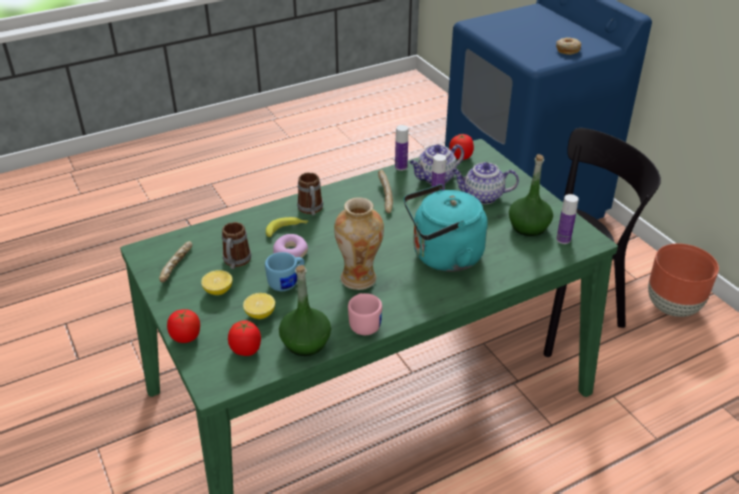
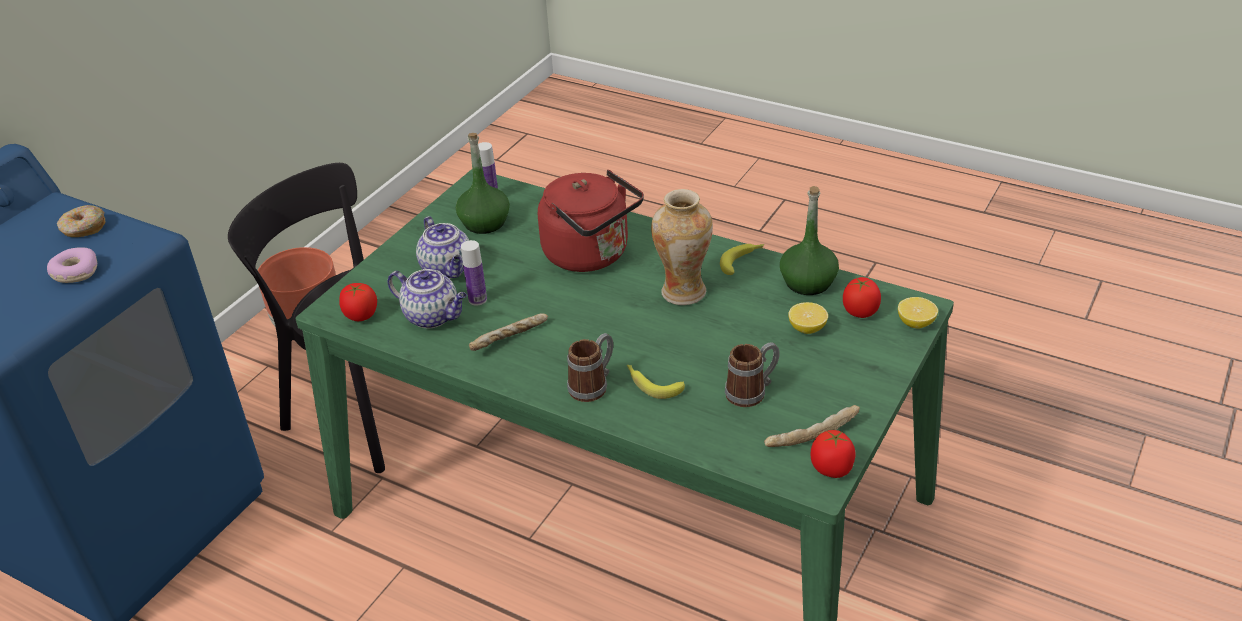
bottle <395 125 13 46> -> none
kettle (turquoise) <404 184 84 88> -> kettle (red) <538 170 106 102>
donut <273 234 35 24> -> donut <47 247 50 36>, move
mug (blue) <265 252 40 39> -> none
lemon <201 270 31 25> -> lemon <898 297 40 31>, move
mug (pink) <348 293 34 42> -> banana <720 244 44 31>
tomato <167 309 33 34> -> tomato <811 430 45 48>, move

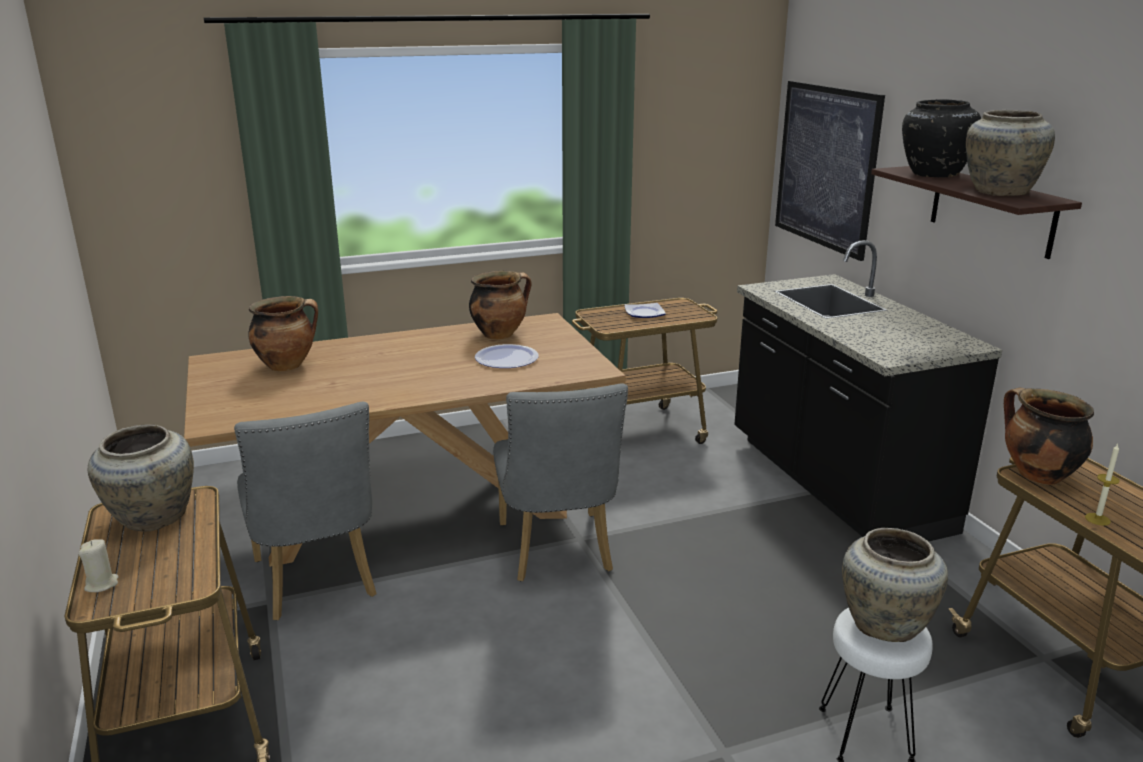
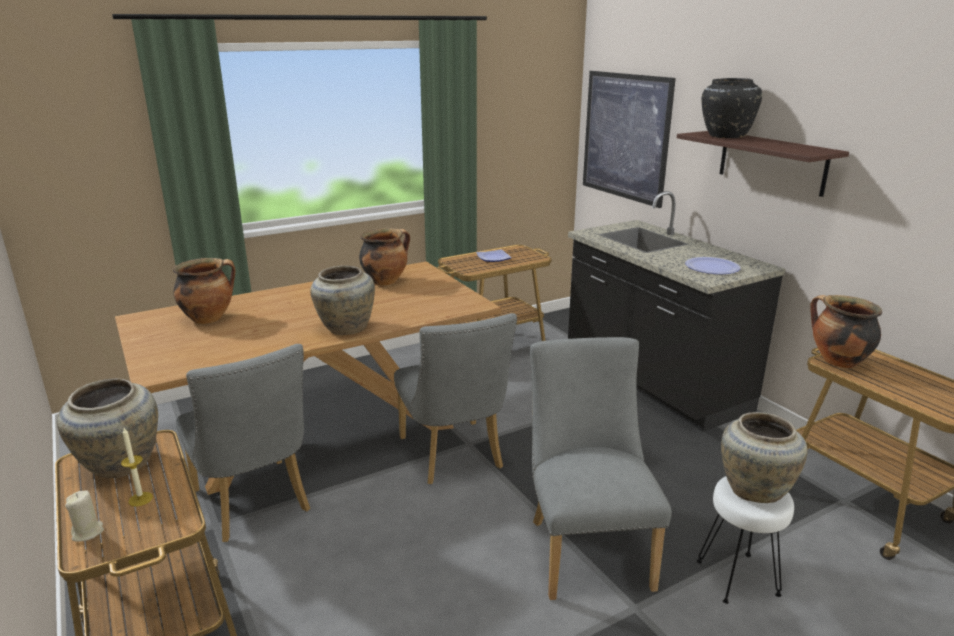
vase (beige) <966 110 89 86> -> vase (beige) <310 265 65 70>, move
plate <475 344 64 24> -> plate <685 257 55 17>, move
candle <1085 444 35 82> -> candle <121 428 32 79>, move
none -> chair (grey) <530 337 142 263>

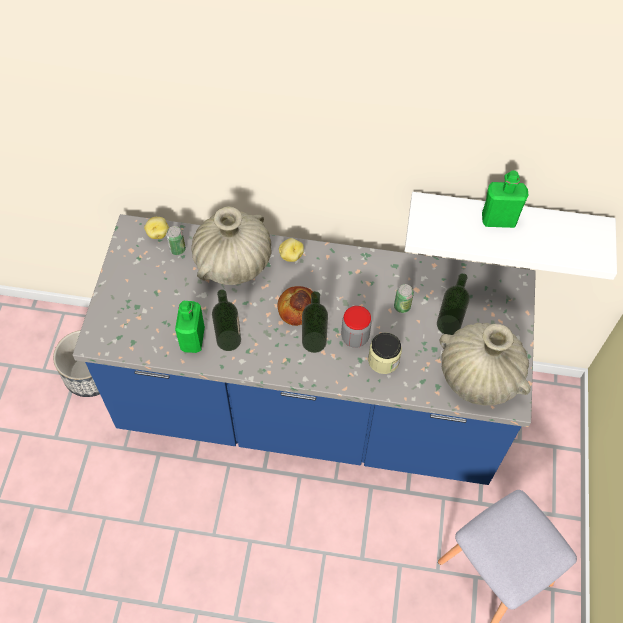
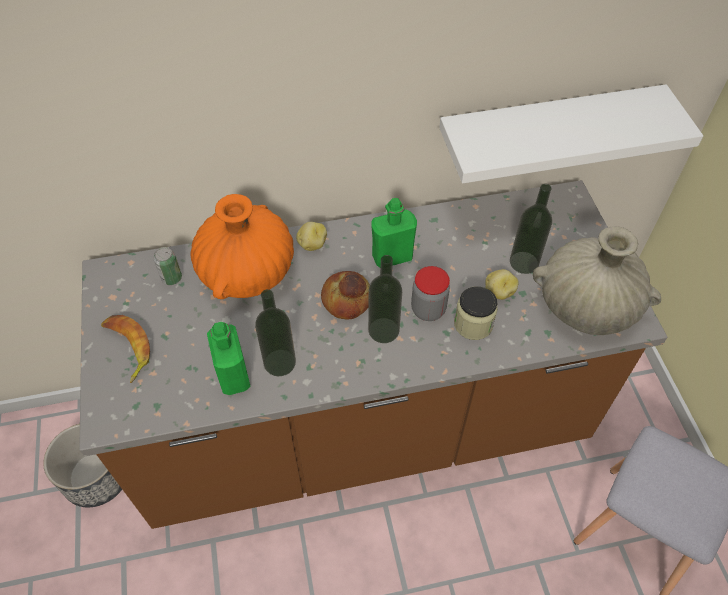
bottle (green) <482 171 46 57> -> bottle (green) <371 198 46 70>, move
vase (beige) <191 206 81 79> -> vase (orange) <191 194 103 105>
counter (blue) <73 214 463 271> -> counter (brown) <79 180 588 349>
potato <144 217 25 22> -> potato <485 269 34 31>, move
can <394 284 20 29> -> none
none -> banana <101 315 49 68>

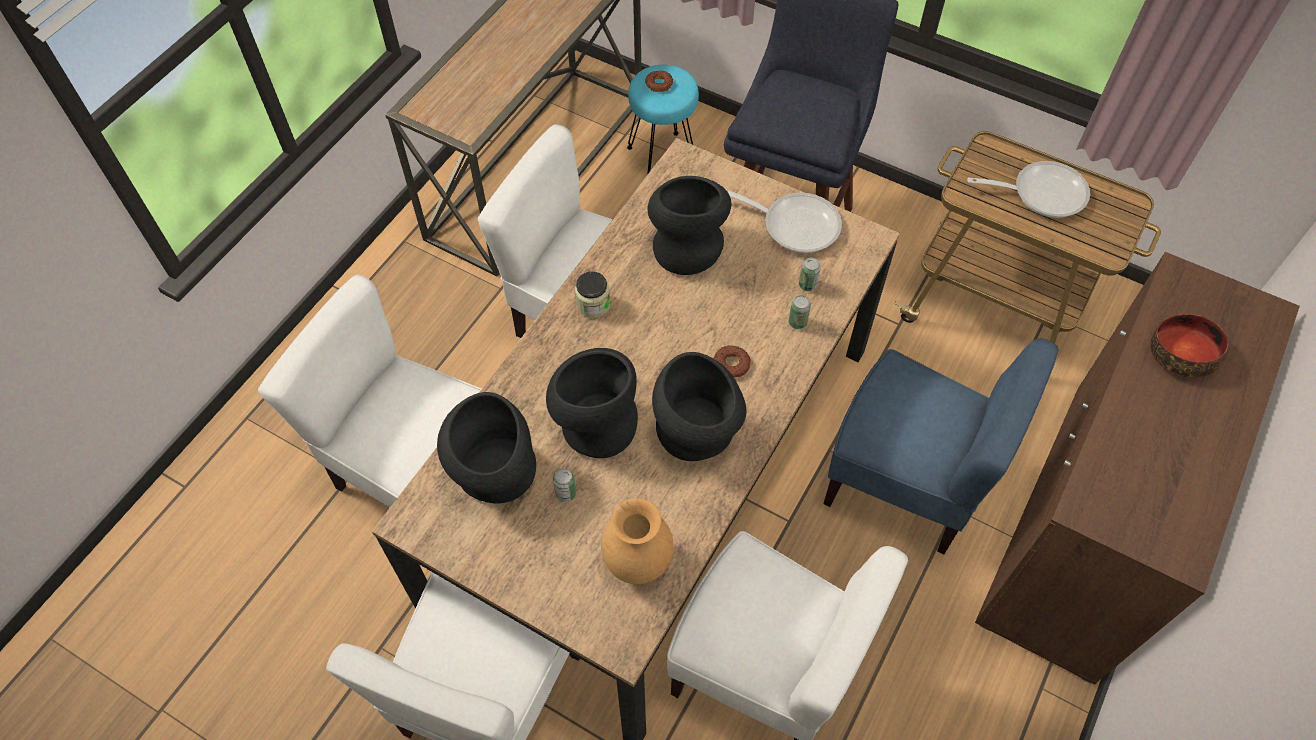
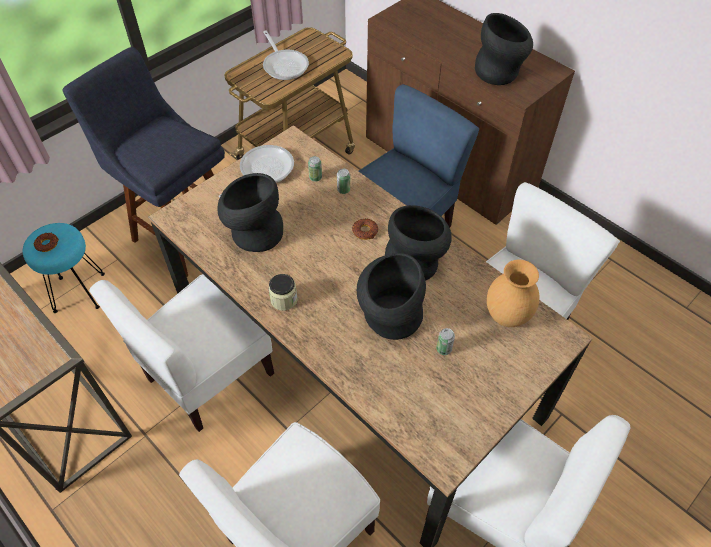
frying pan <967 161 123 57> -> frying pan <263 30 46 50>, 135 degrees clockwise
bowl <1150 314 78 64> -> none
vase (black) <437 392 99 112> -> vase (black) <475 13 58 72>, move

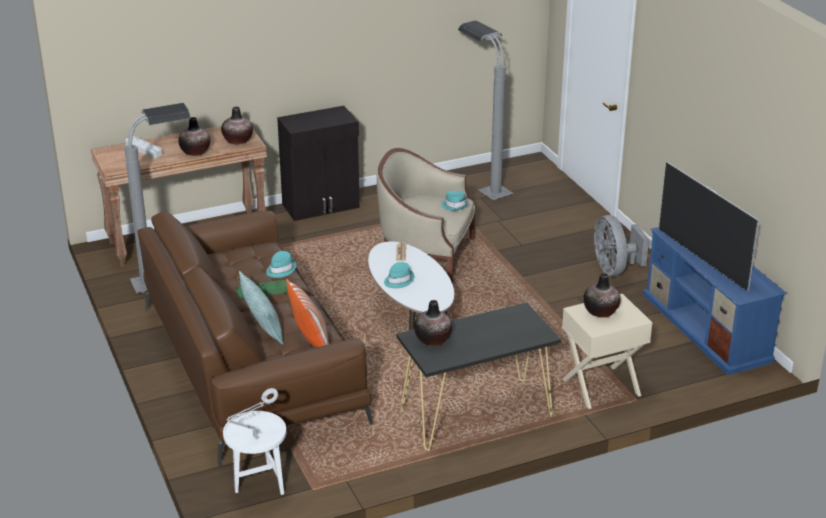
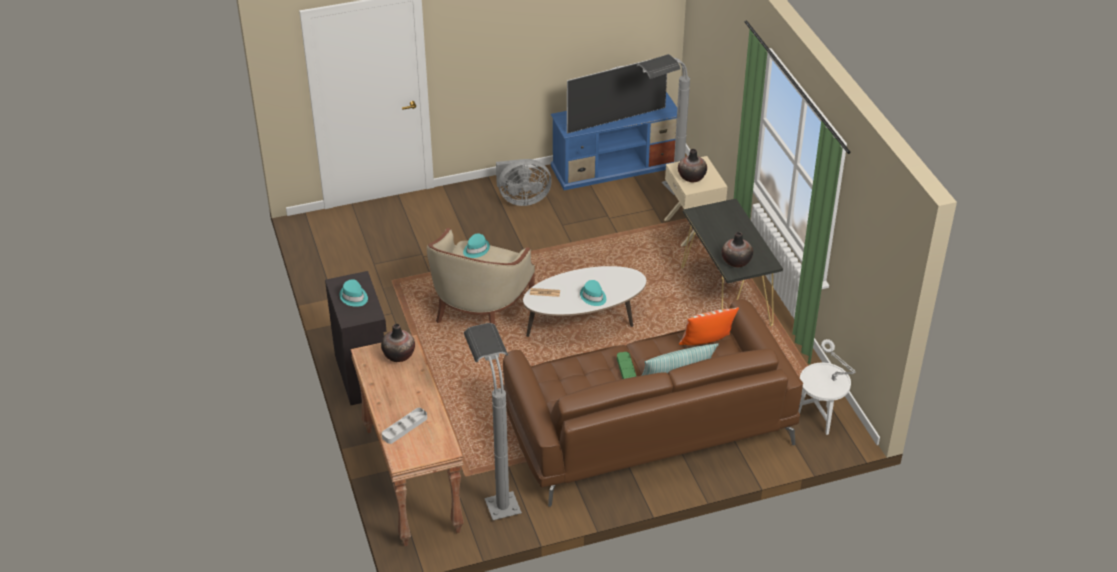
floor lamp (grey) <458 20 55 180> -> floor lamp (grey) <636 54 54 141>, move
vase <178 117 32 39> -> none
hat (turquoise) <266 251 30 27> -> hat (turquoise) <339 279 29 28>, move

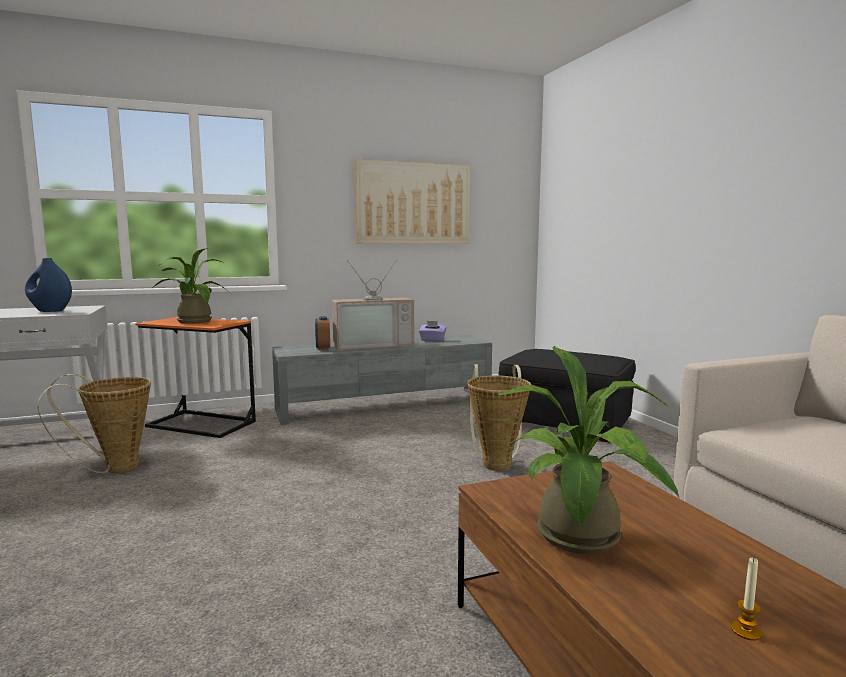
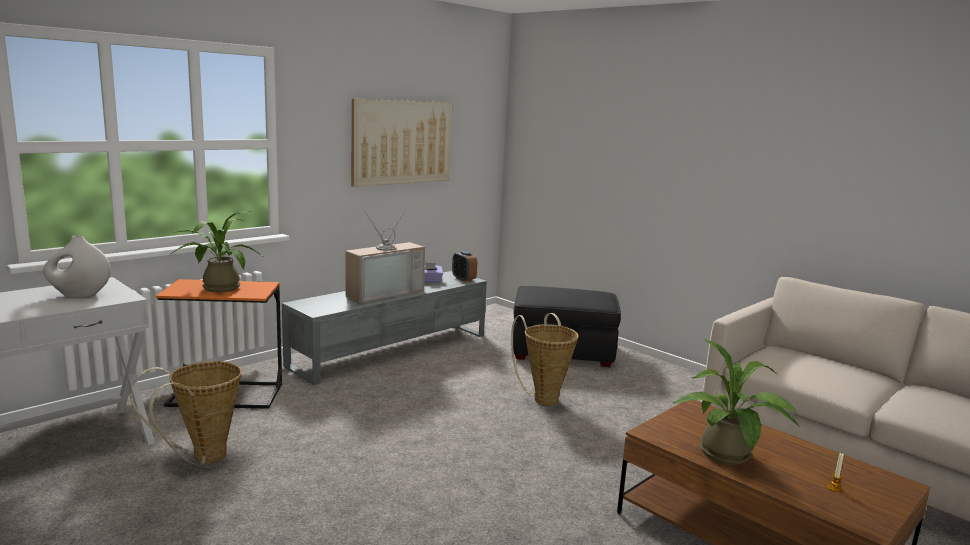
vase (blue) <25 258 47 54> -> vase (white) <43 236 68 62>
alarm clock <315 316 15 34> -> alarm clock <452 251 25 31>, move

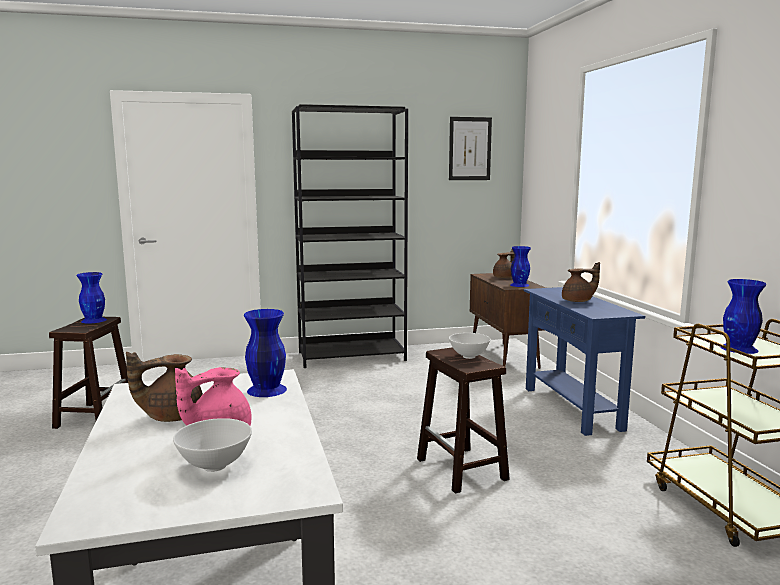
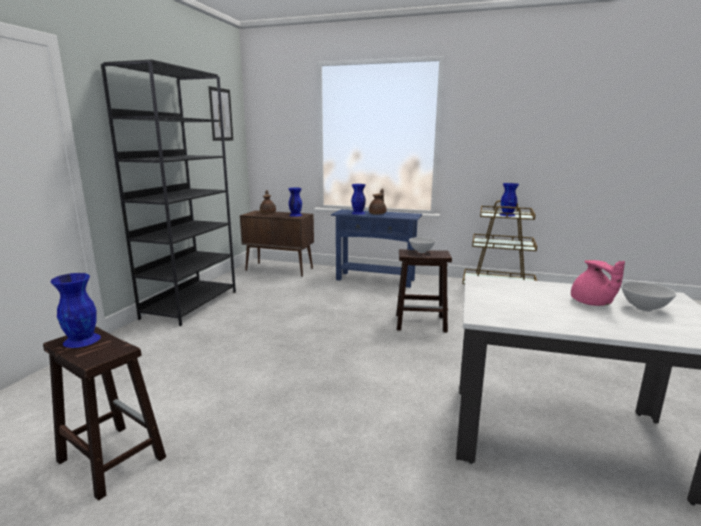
vase (blue) <244 309 43 88> -> vase (blue) <351 184 15 31>, move
teapot (brown) <126 352 77 70> -> none

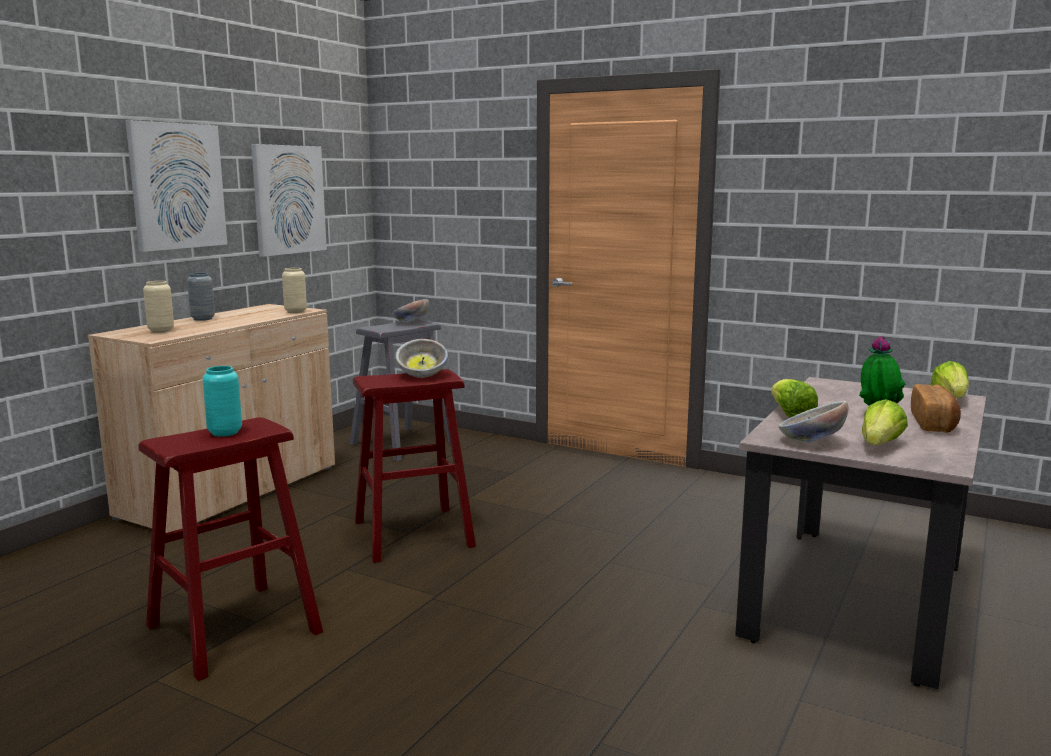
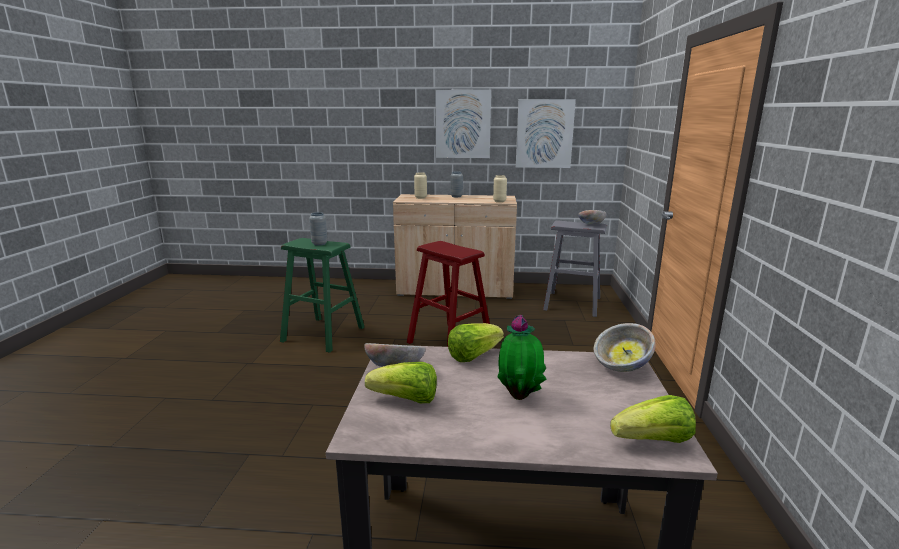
bowl <395 339 53 39> -> bowl <593 323 63 49>, move
vase (turquoise) <202 366 40 71> -> vase (grey) <309 212 19 34>
bread <911 384 50 49> -> none
stool (red) <138 417 185 264> -> stool (green) <280 238 84 115>

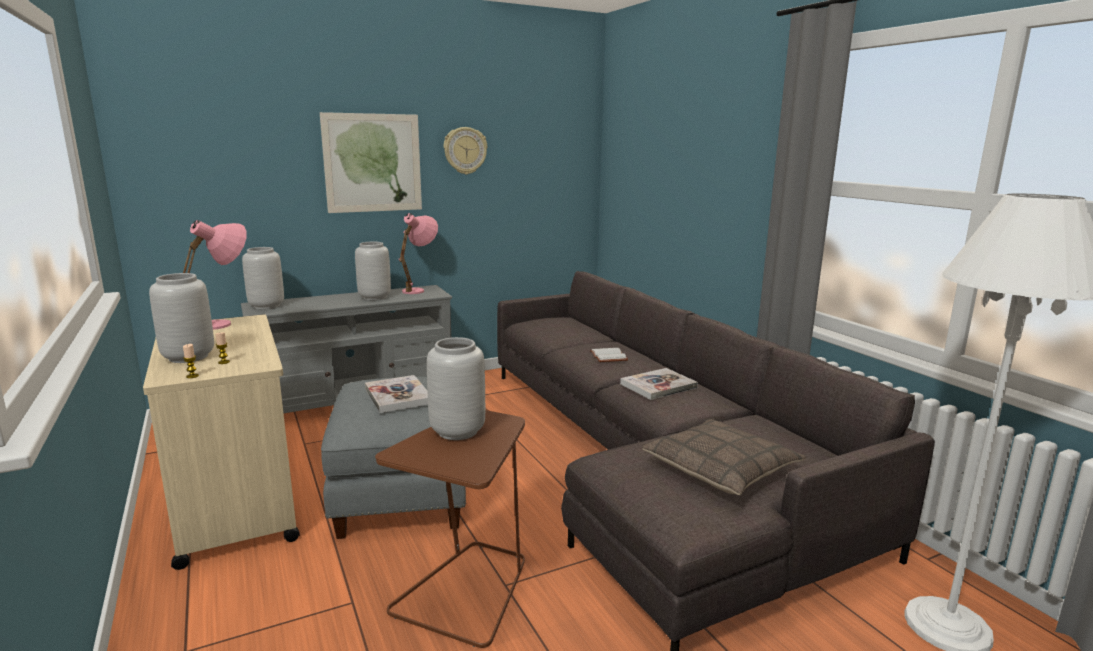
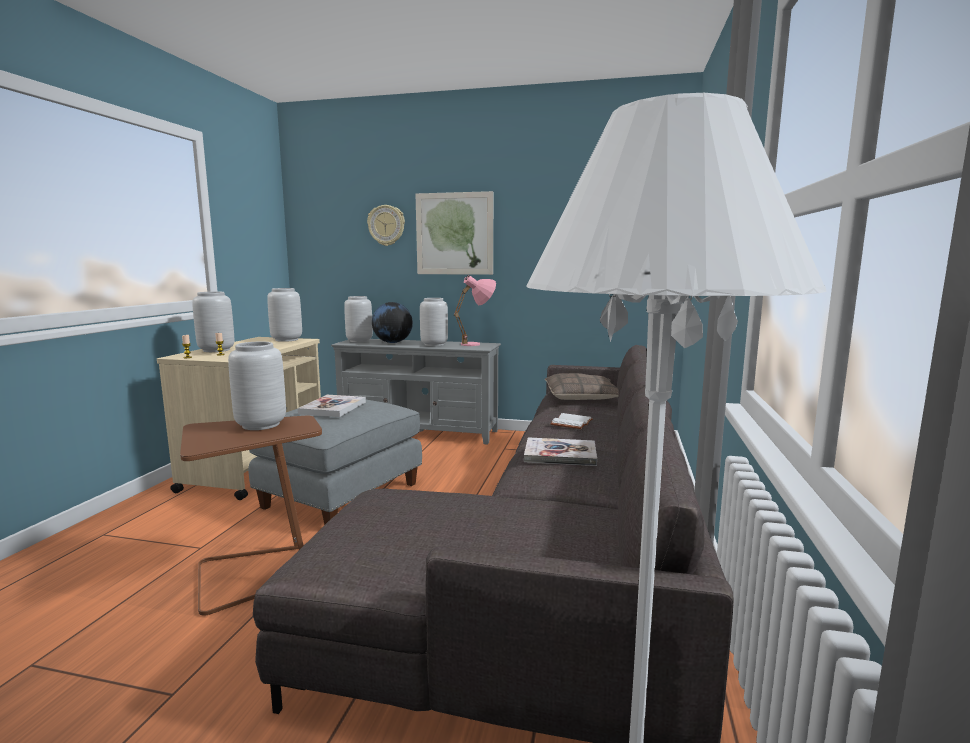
wall clock <444 127 43 48> -> wall clock <367 205 38 41>, move
table lamp (pink) <183 220 64 110> -> vase (grey) <267 288 35 54>
pillow <642 419 164 76> -> pillow <545 373 74 27>, move
none -> globe <372 302 41 41>

